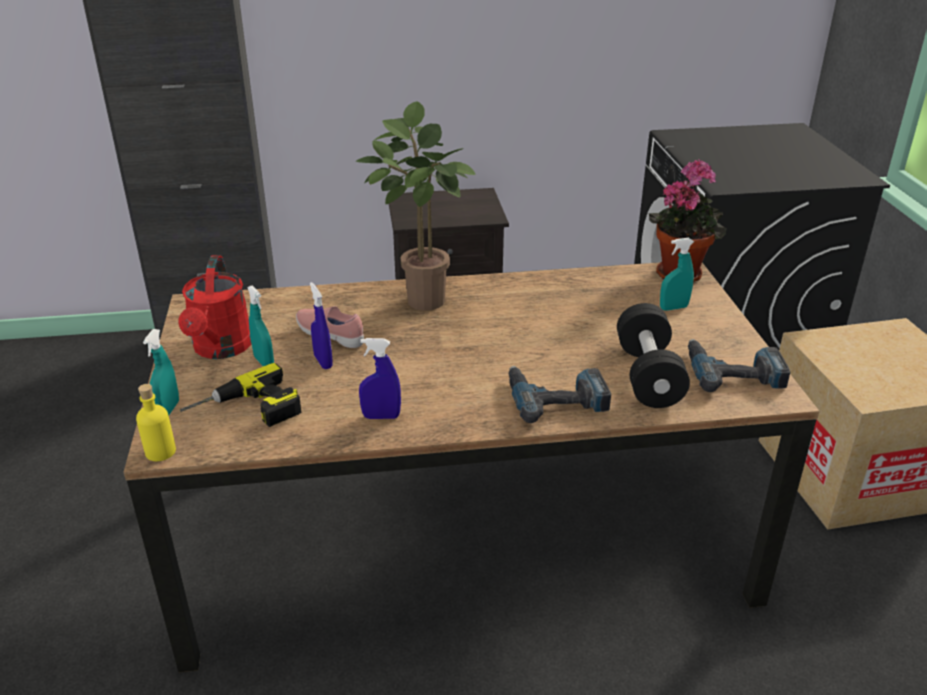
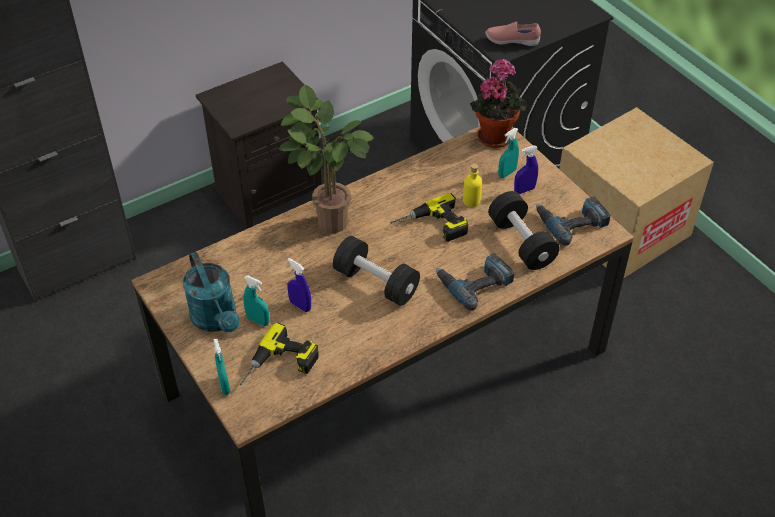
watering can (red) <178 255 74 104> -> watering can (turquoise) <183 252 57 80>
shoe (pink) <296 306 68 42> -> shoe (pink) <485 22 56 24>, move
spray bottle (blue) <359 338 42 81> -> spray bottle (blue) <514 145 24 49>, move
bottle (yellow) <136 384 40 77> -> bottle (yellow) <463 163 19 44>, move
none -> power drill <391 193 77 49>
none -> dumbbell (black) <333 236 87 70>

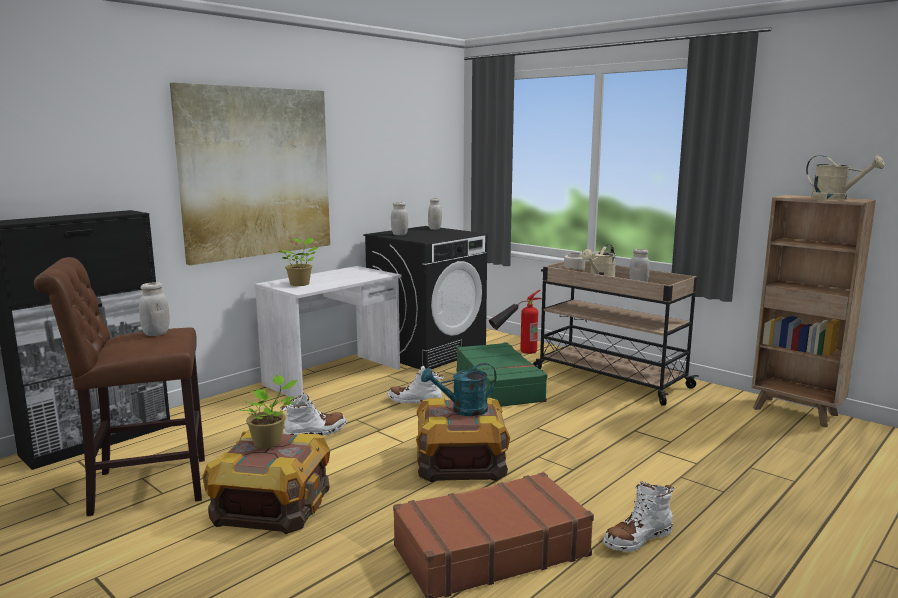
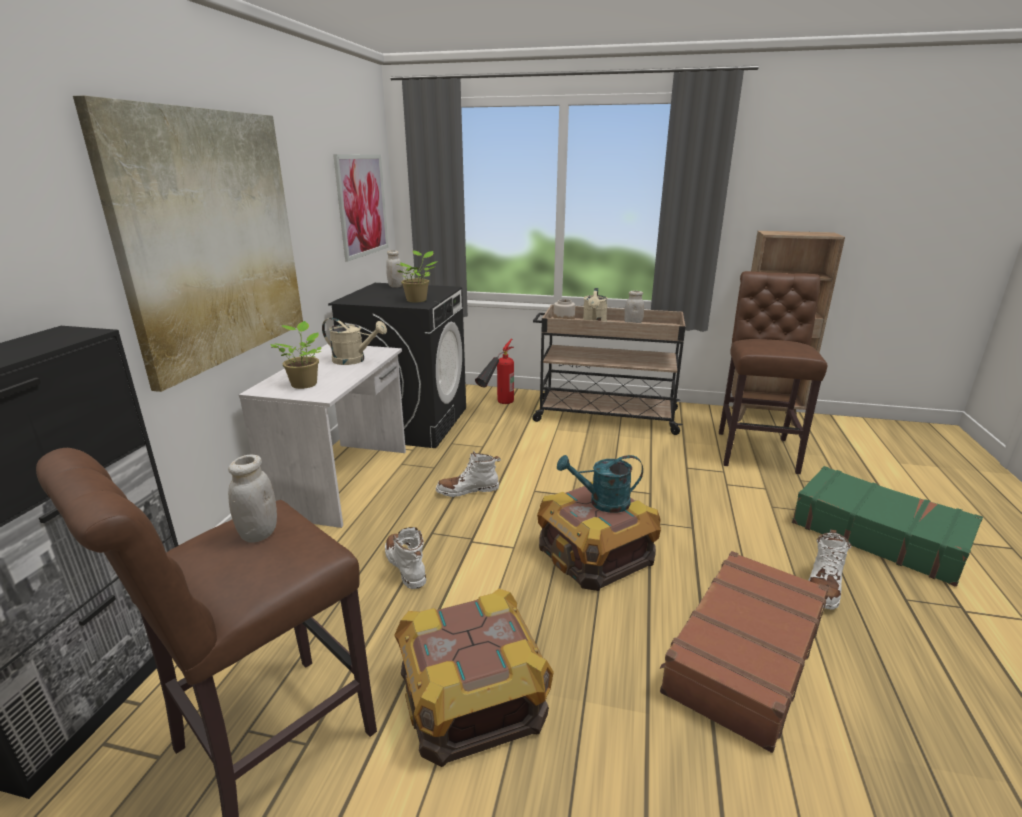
watering can (beige) <806 155 79 45> -> watering can (beige) <322 318 65 47>, move
jar (white) <391 202 17 34> -> none
suitcase (green) <456 342 91 65> -> suitcase (green) <792 466 191 121>, move
watering can (turquoise) <421 363 75 53> -> watering can (turquoise) <557 455 86 58>, 45 degrees clockwise
potted plant <239 375 58 73> -> potted plant <396 251 42 52>, move
boot (white) <281 393 65 43> -> boot (white) <385 527 41 62>, 60 degrees counterclockwise
none -> picture <333 154 56 107>
none -> stool (brown) <719 271 108 203>

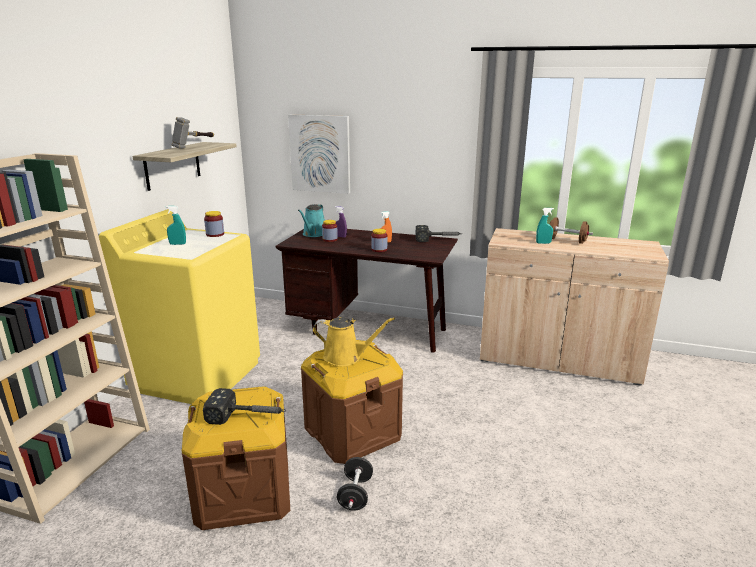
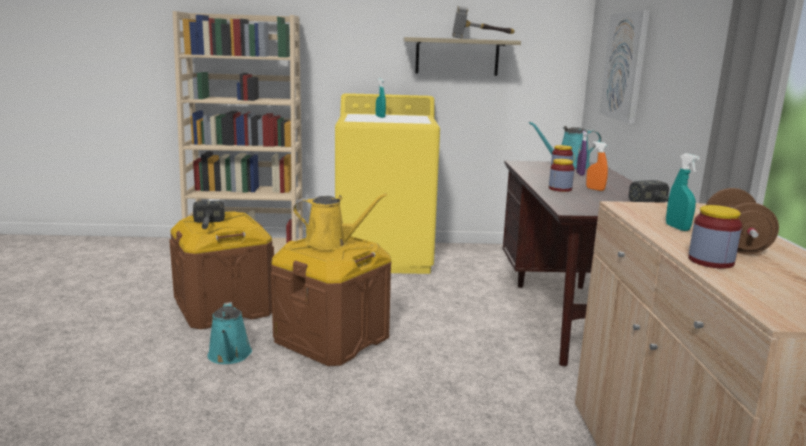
jar <204 211 20 26> -> jar <688 205 54 64>, move
watering can (yellow) <313 317 82 49> -> watering can (yellow) <293 193 94 57>, 75 degrees counterclockwise
dumbbell (black) <337 457 36 54> -> watering can (turquoise) <208 302 44 62>

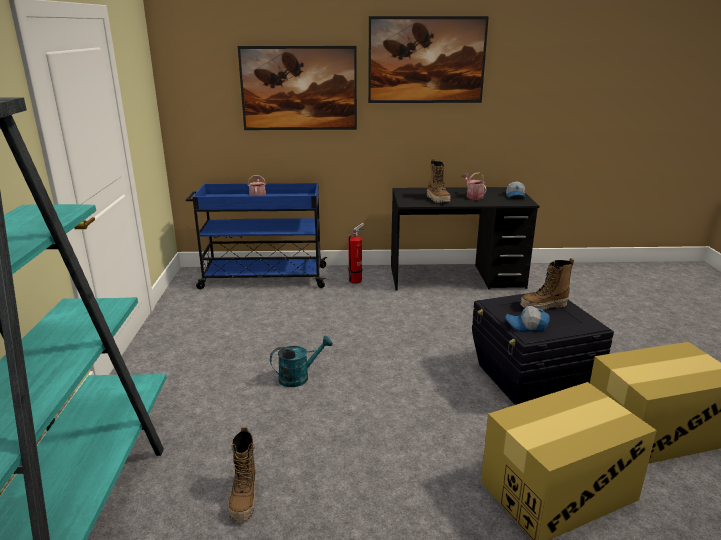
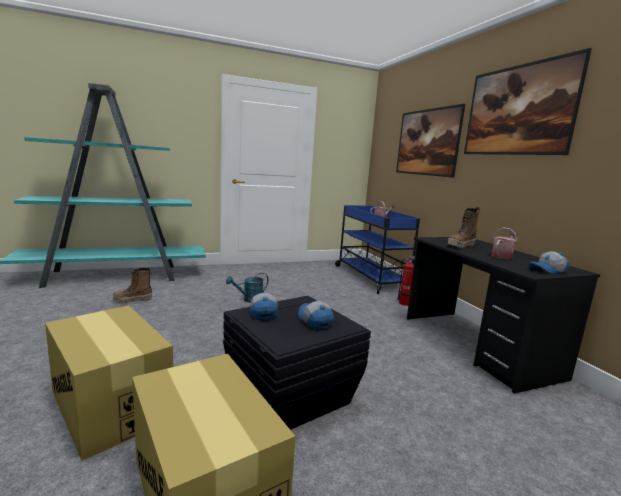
boot <520 258 54 52> -> cap <298 301 36 29>
watering can (turquoise) <270 335 63 52> -> watering can (turquoise) <226 273 42 30>, 105 degrees clockwise

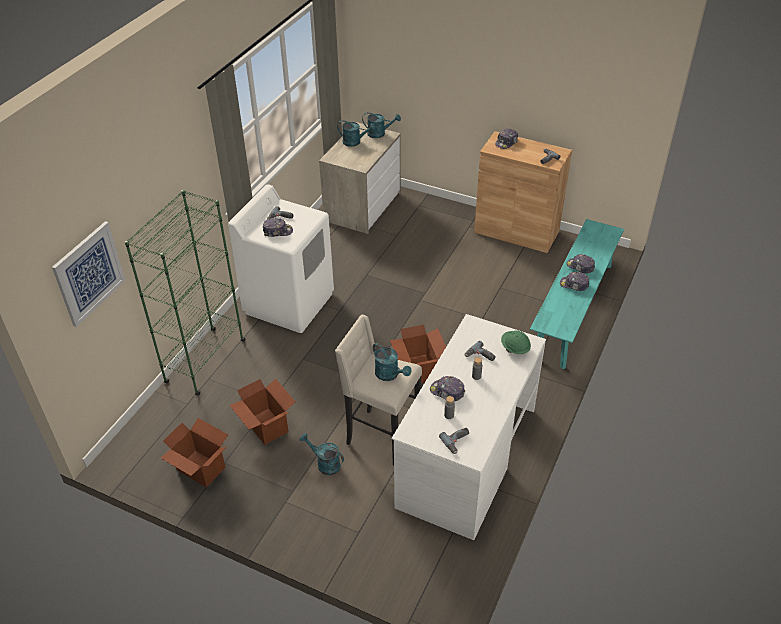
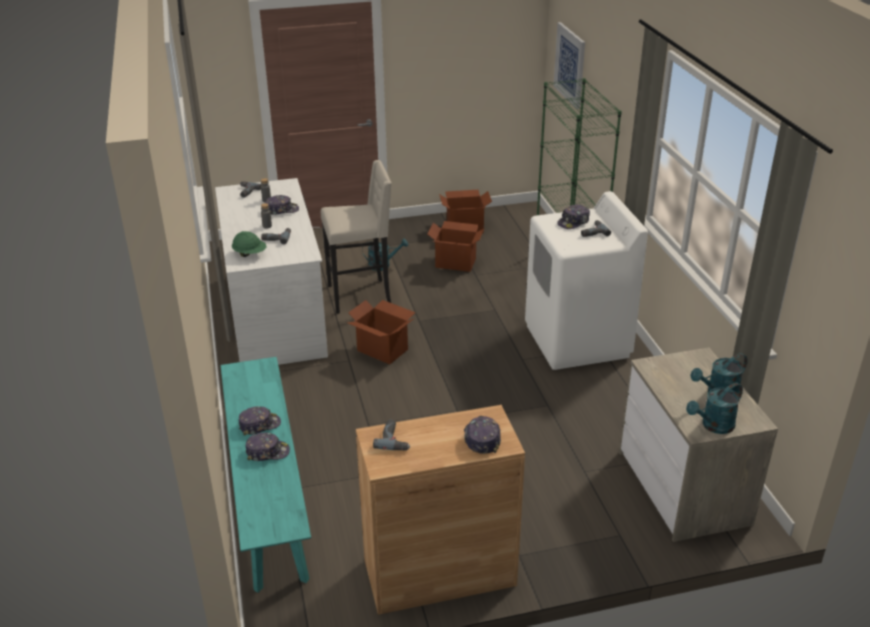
watering can (turquoise) <373 343 38 38> -> none

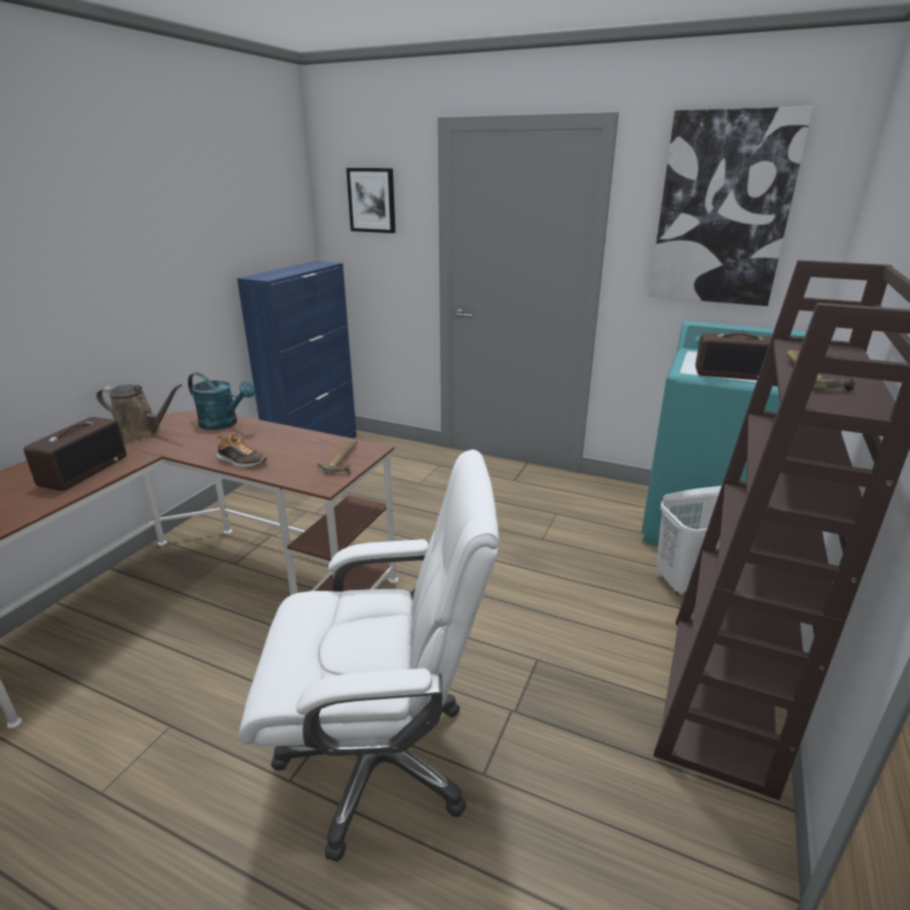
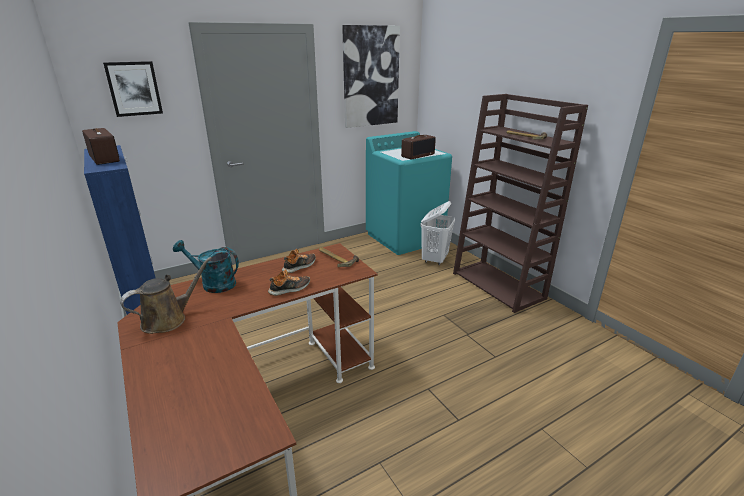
watering can (turquoise) <188 372 67 58> -> watering can (turquoise) <173 240 66 53>, 135 degrees counterclockwise
radio <24 417 103 74> -> radio <82 128 38 37>, move
office chair (white) <239 450 260 412> -> none
none -> shoe <282 248 34 25>

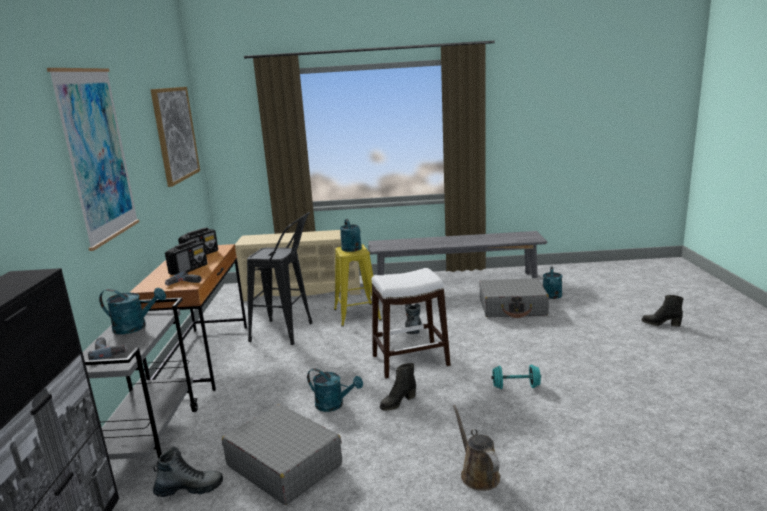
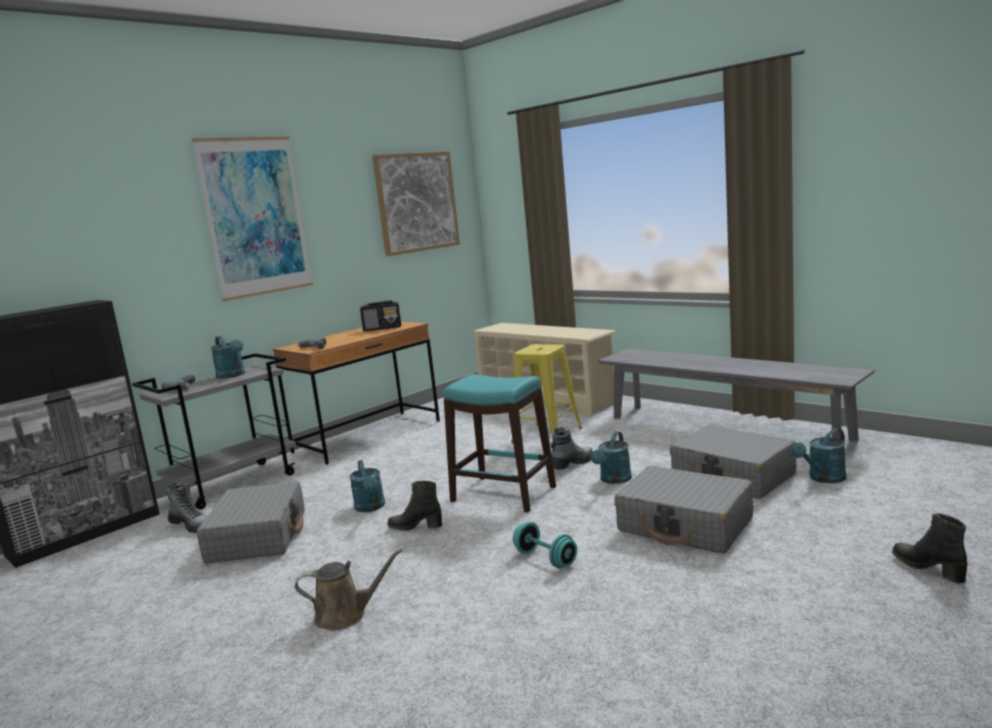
stool (black) <247 212 66 133> -> none
watering can (turquoise) <340 219 22 33> -> watering can (turquoise) <591 432 41 52>, move
radio <165 240 42 35> -> none
stool (white) <372 268 79 110> -> stool (turquoise) <443 374 113 139>
watering can (brown) <453 405 47 86> -> watering can (brown) <295 549 108 82>, 60 degrees clockwise
none -> suitcase (grey) <614 465 139 89>

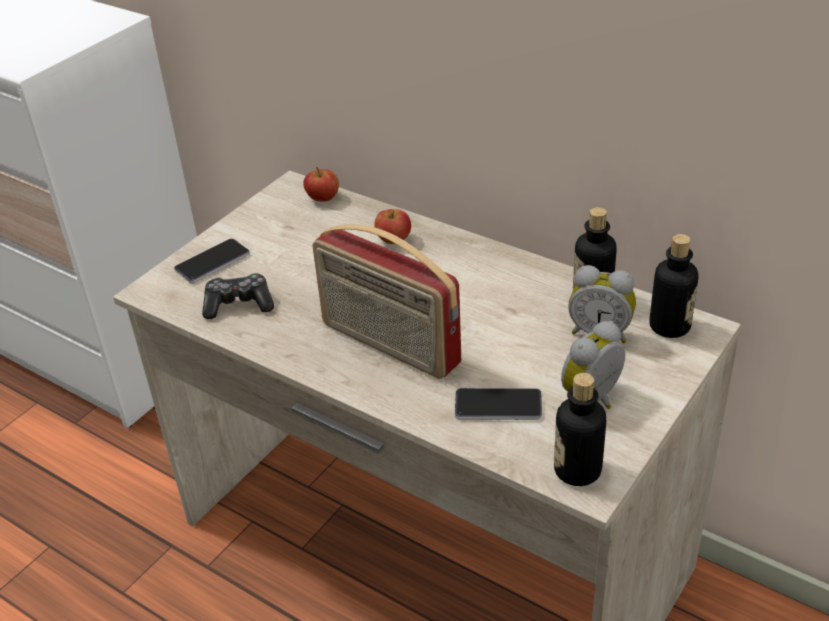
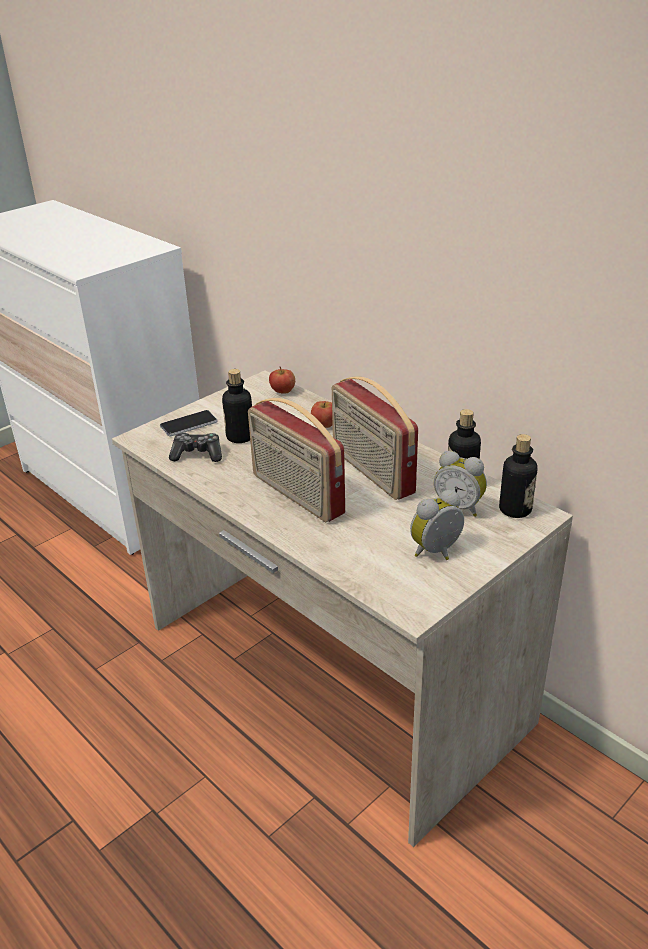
bottle <554 373 52 113> -> bottle <222 369 30 74>, move
phone <455 388 87 32> -> none
none -> radio <332 376 86 124>

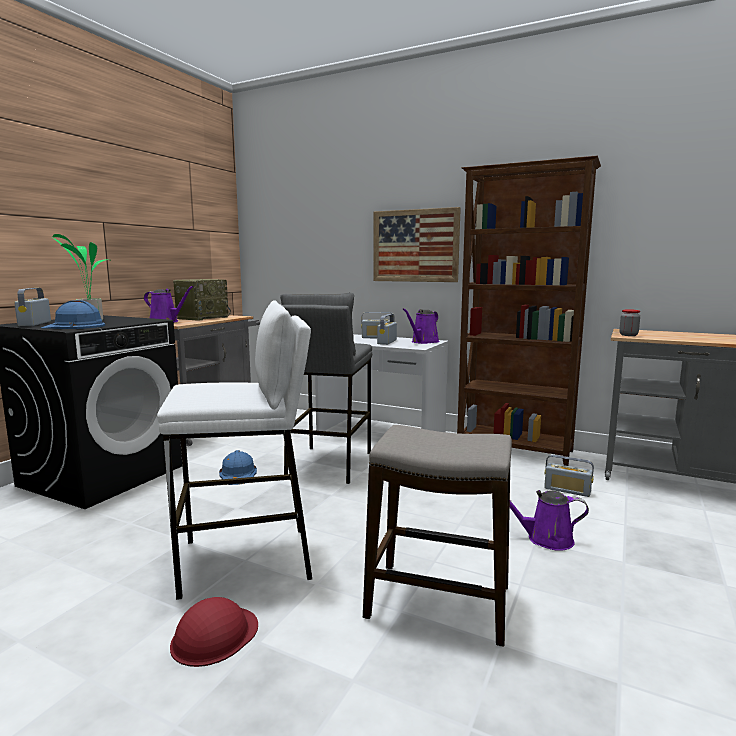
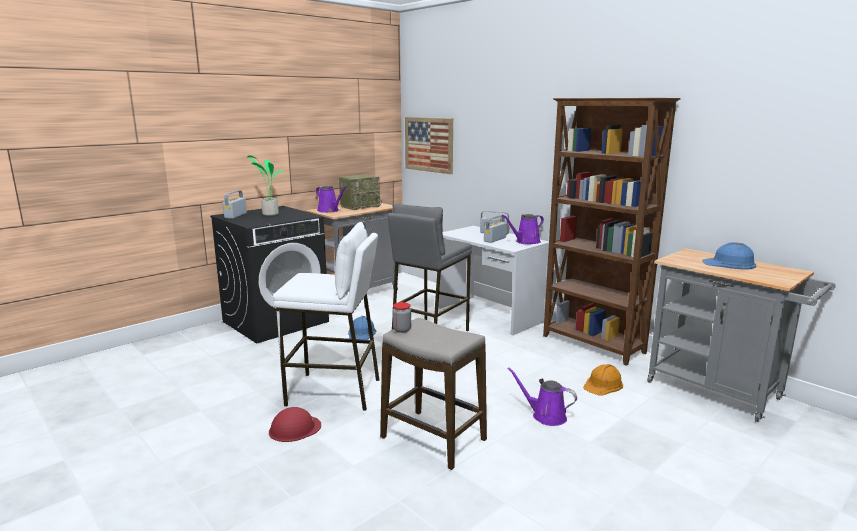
picture <374 207 87 75> -> picture <405 117 48 57>, move
hard hat (blue) <41 300 64 29> -> hard hat (blue) <703 242 53 28>, move
jar <619 309 21 27> -> jar <392 302 19 31>, move
radio <544 455 50 42> -> hard hat (orange) <583 364 40 31>

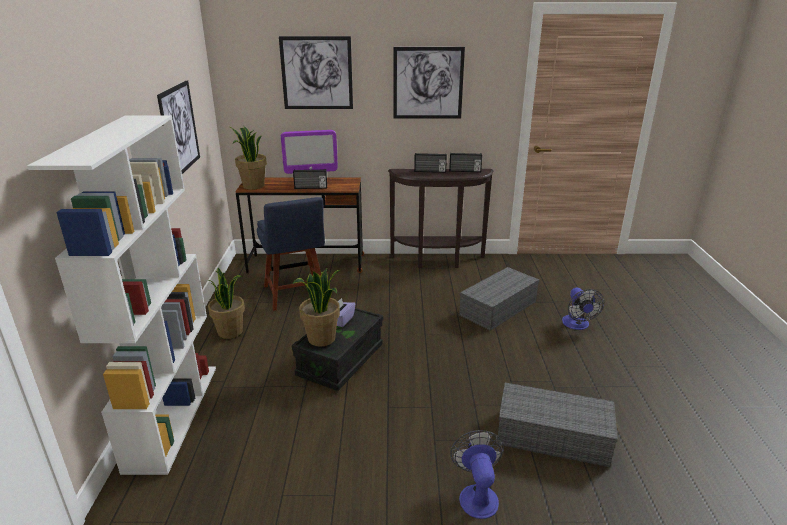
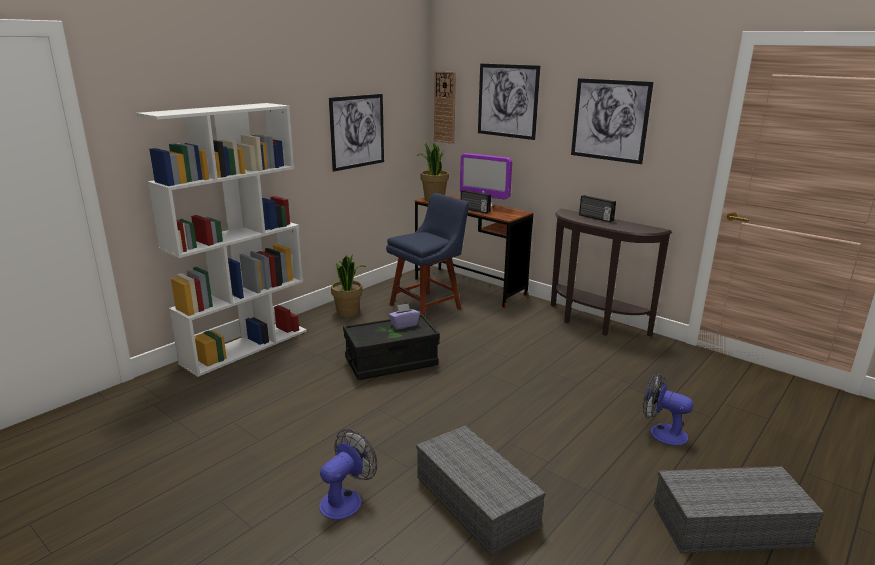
radio <449 153 33 19> -> none
chair (blue) <257 197 68 114> -> chair (blue) <386 193 83 123>, 150 degrees counterclockwise
storage box (grey) <459 267 80 64> -> storage box (grey) <654 466 170 88>, move
potted plant <292 268 48 79> -> none
fan <562 288 42 42> -> fan <643 373 50 73>, 90 degrees clockwise
none -> wall clock <434 71 22 73>

